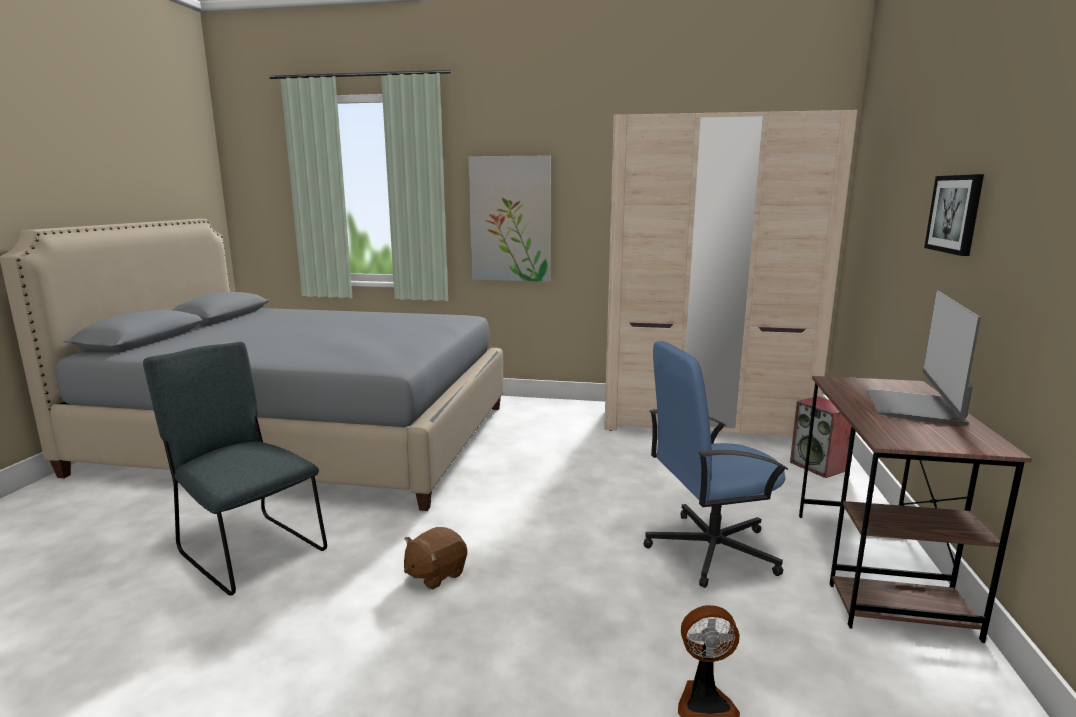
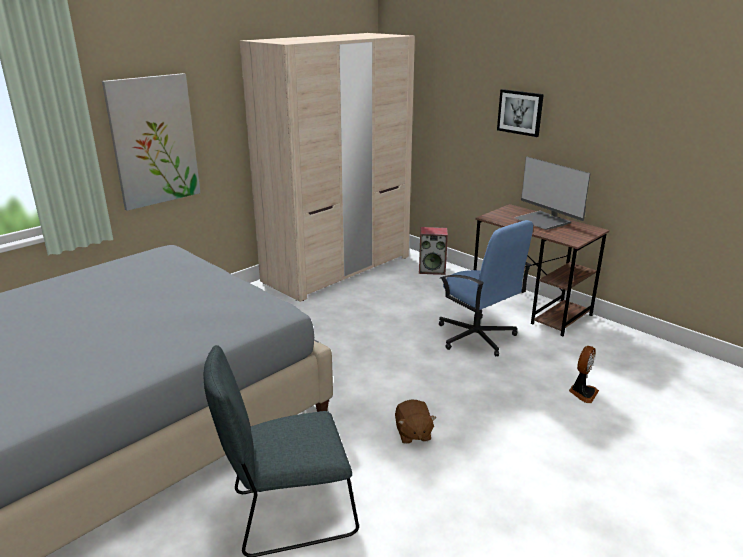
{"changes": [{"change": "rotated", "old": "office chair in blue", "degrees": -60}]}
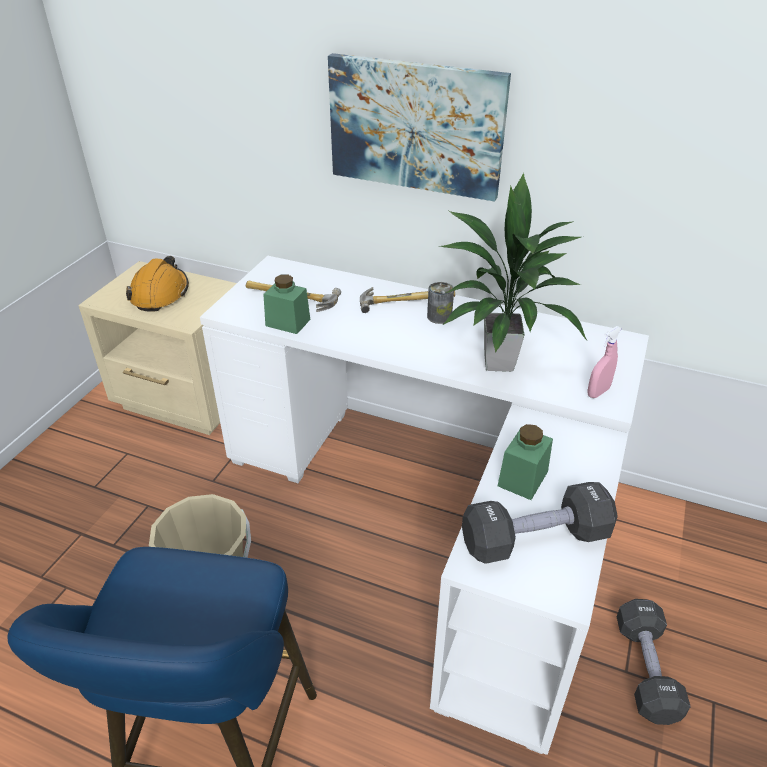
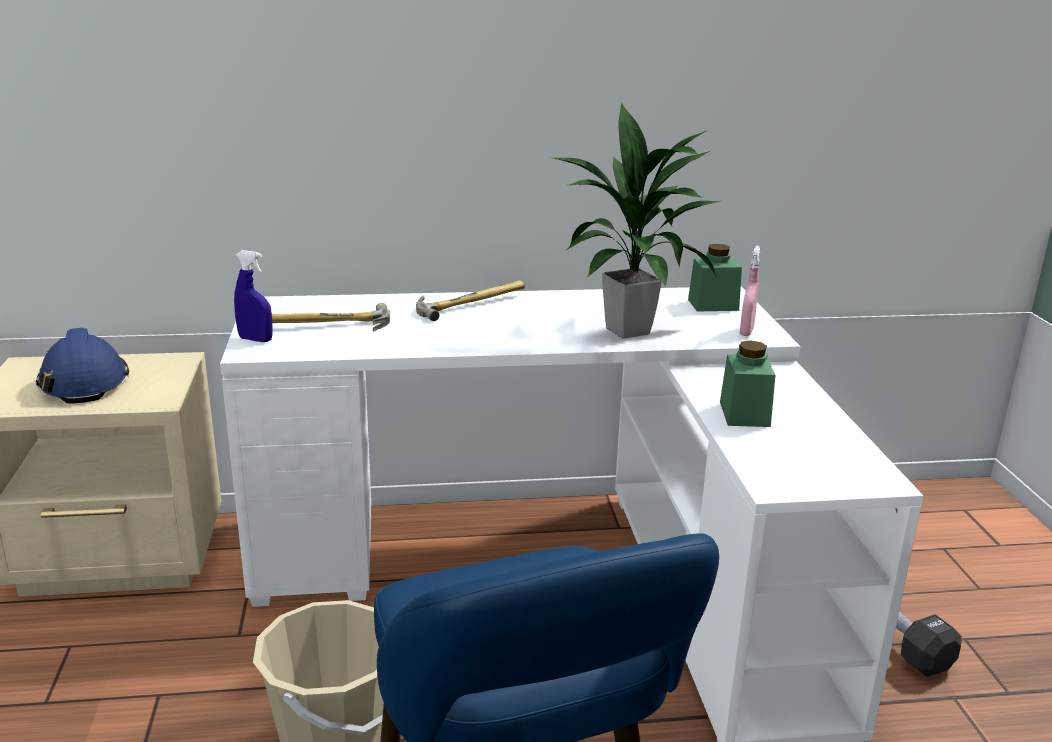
{"changes": [{"change": "repainted", "old": "hard hat in orange", "new": "hard hat in blue"}, {"change": "shifted", "old": "jar in green (no. 1 from left)"}, {"change": "gone", "old": "picture"}, {"change": "gone", "old": "can"}, {"change": "gone", "old": "dumbbell in black (no. 1 from left)"}, {"change": "new", "new": "spray bottle in blue"}]}
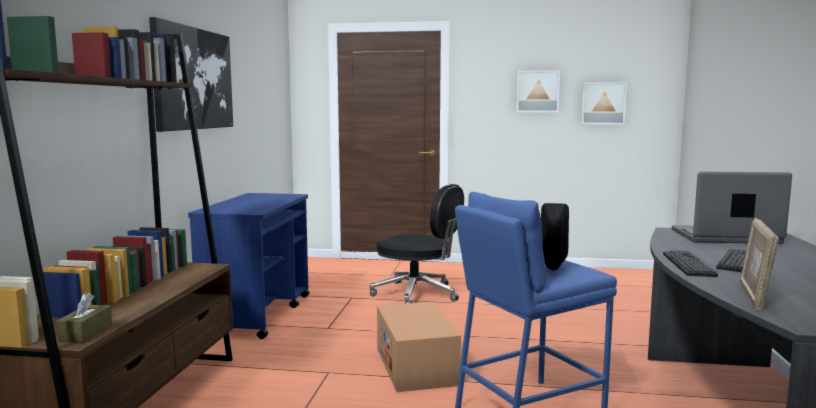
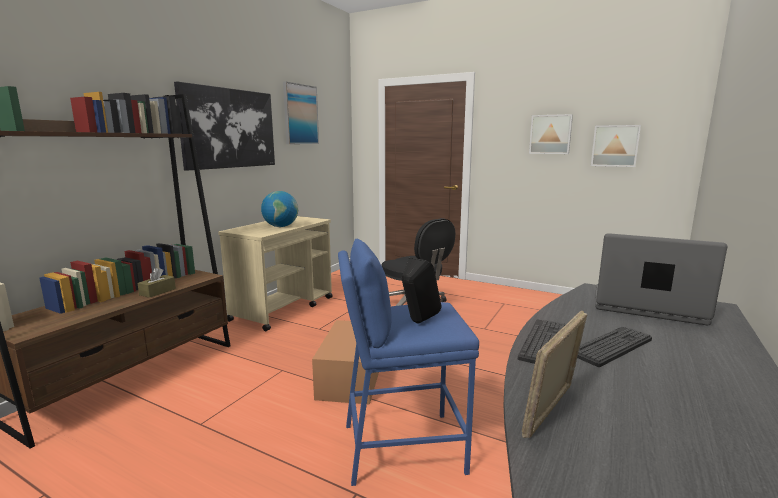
{"changes": [{"change": "shifted", "old": "tissue box in brown"}, {"change": "repainted", "old": "cart in blue", "new": "cart in beige"}, {"change": "new", "new": "globe"}, {"change": "new", "new": "picture (no. 2 from left)"}]}
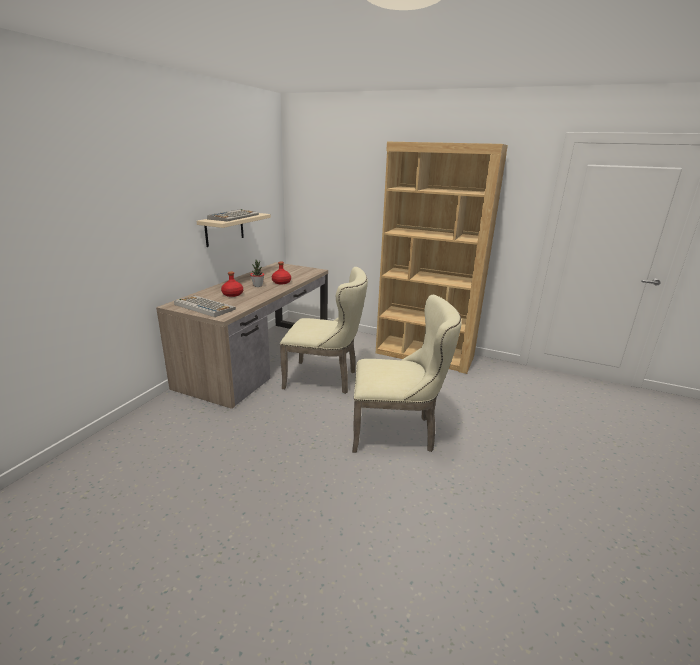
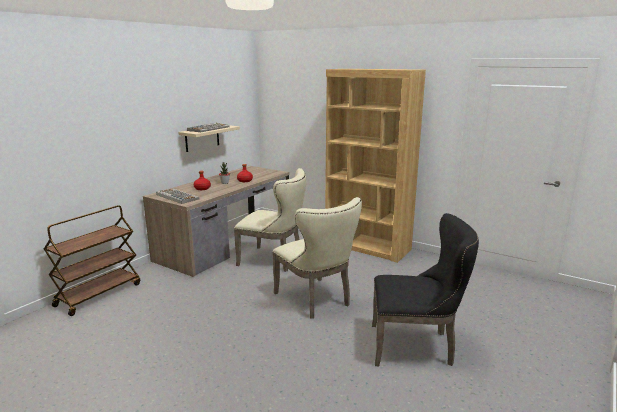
{"changes": [{"change": "rotated", "old": "chair in beige (no. 2 from left)", "degrees": 45}, {"change": "new", "new": "cart in brown"}, {"change": "new", "new": "chair in black"}]}
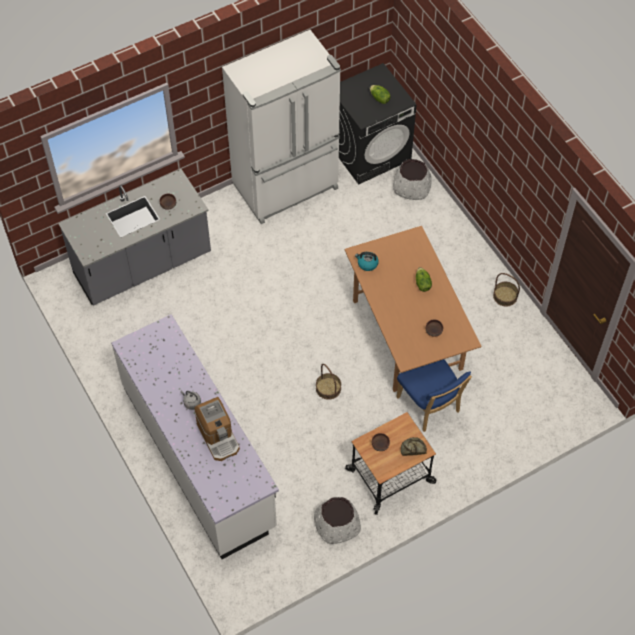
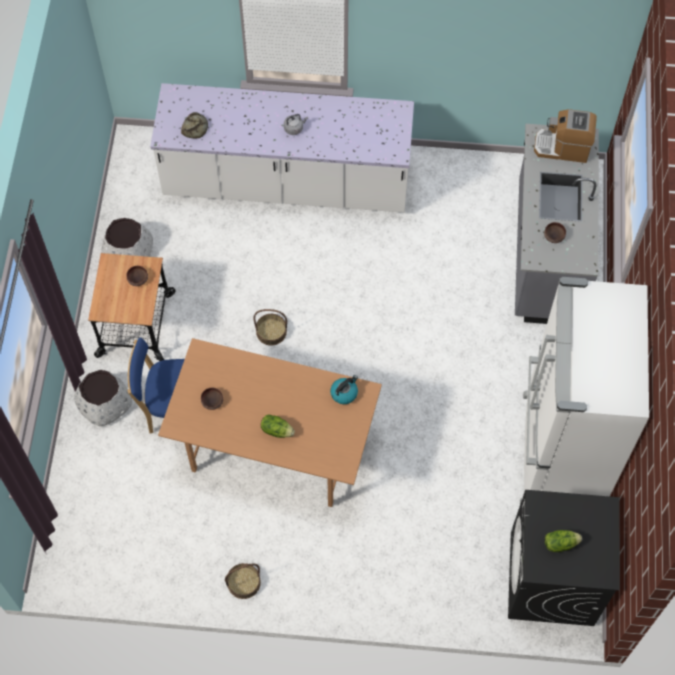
{"changes": [{"change": "shifted", "old": "coffee machine"}, {"change": "shifted", "old": "planter in white (no. 2 from left in the first image)", "new": "planter in white (no. 1 from left)"}, {"change": "shifted", "old": "bread"}]}
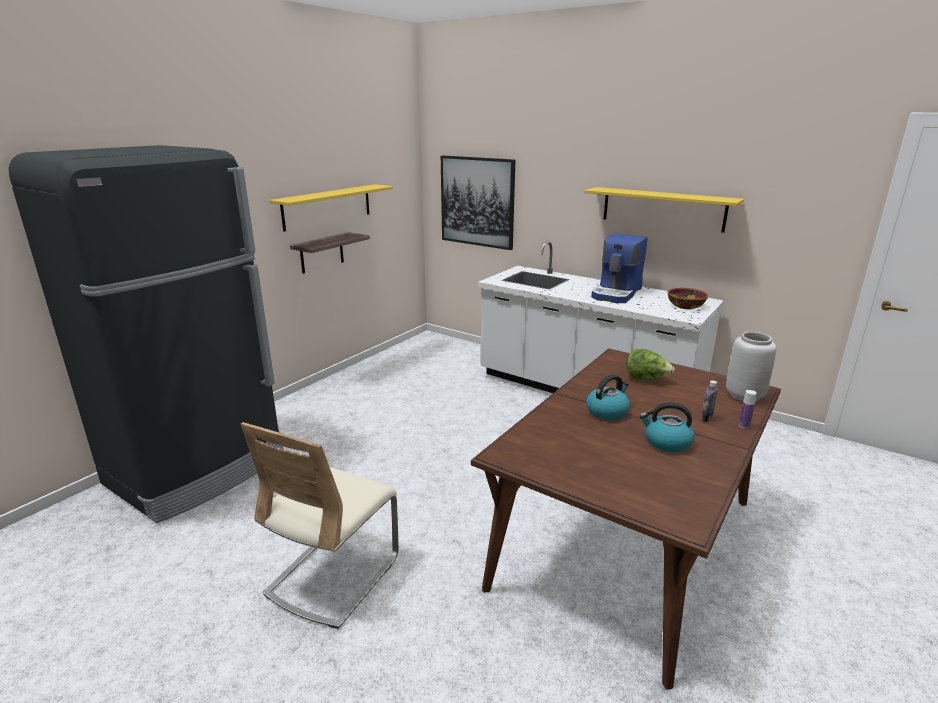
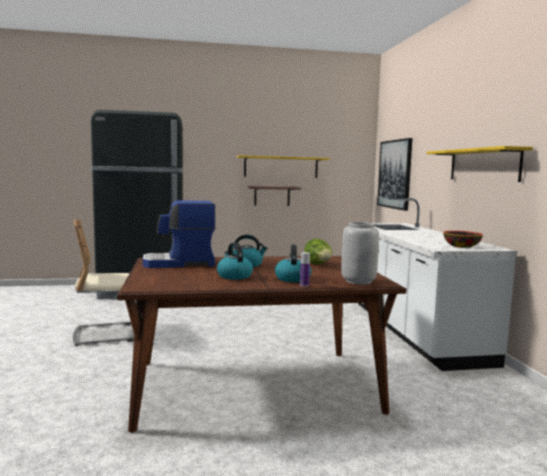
{"changes": [{"change": "shifted", "old": "coffee machine"}, {"change": "swapped", "old": "bottle (no. 1 from left)", "new": "kettle (no. 3 from left)"}]}
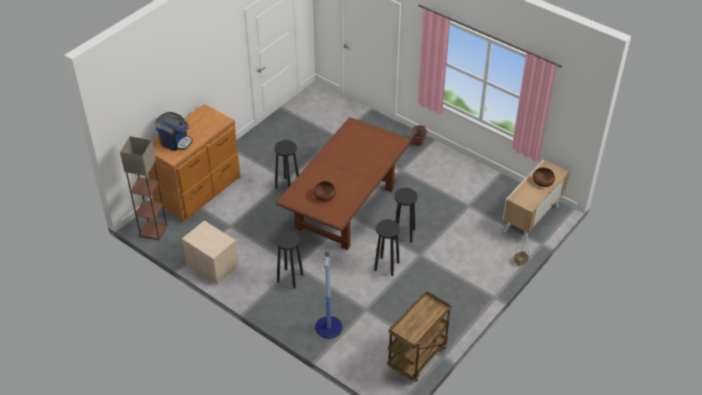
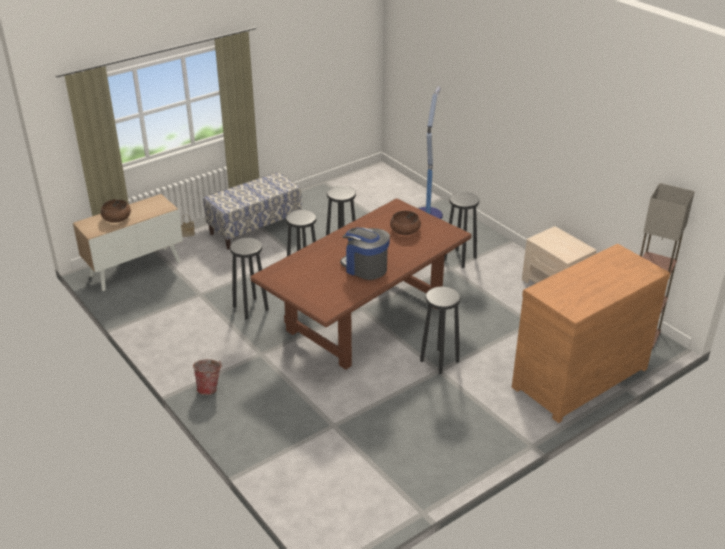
{"changes": [{"change": "shifted", "old": "coffee machine"}, {"change": "gone", "old": "cart in brown"}, {"change": "new", "new": "bench"}, {"change": "new", "new": "stool in black (no. 1 from left)"}]}
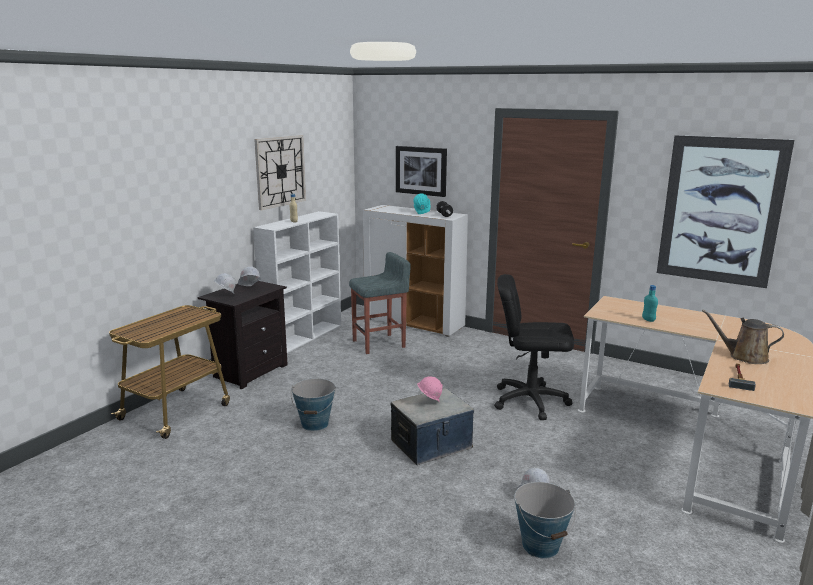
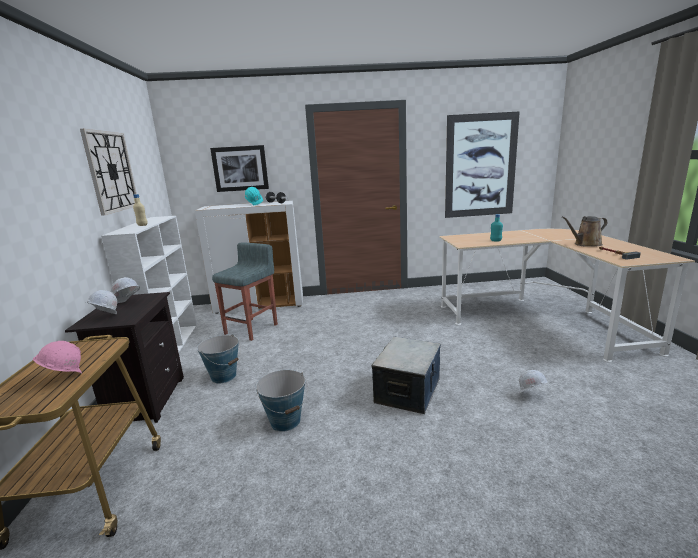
{"changes": [{"change": "shifted", "old": "hard hat in pink"}, {"change": "gone", "old": "office chair in black"}, {"change": "shifted", "old": "bucket (no. 2 from left in the first image)", "new": "bucket (no. 1 from left)"}]}
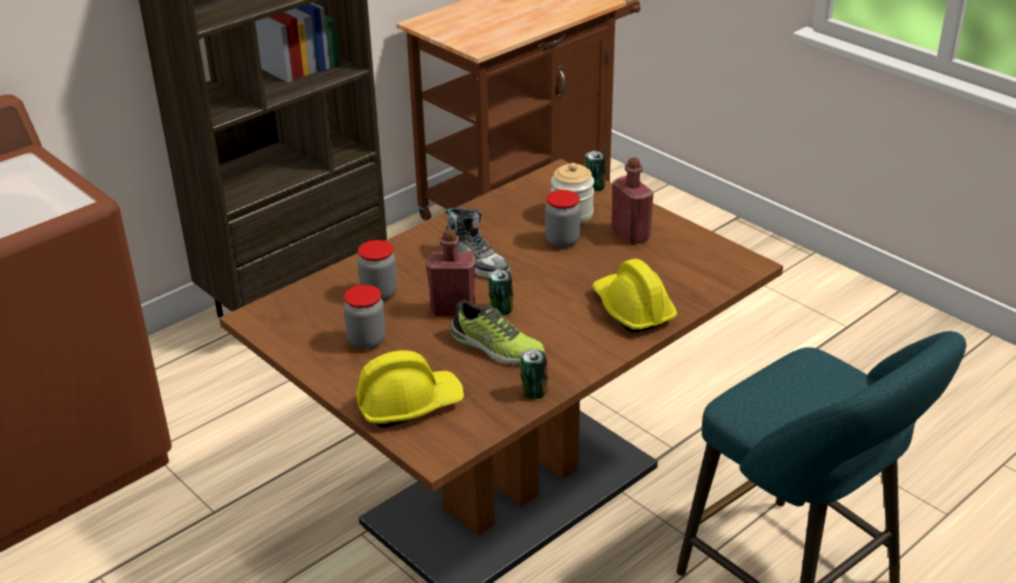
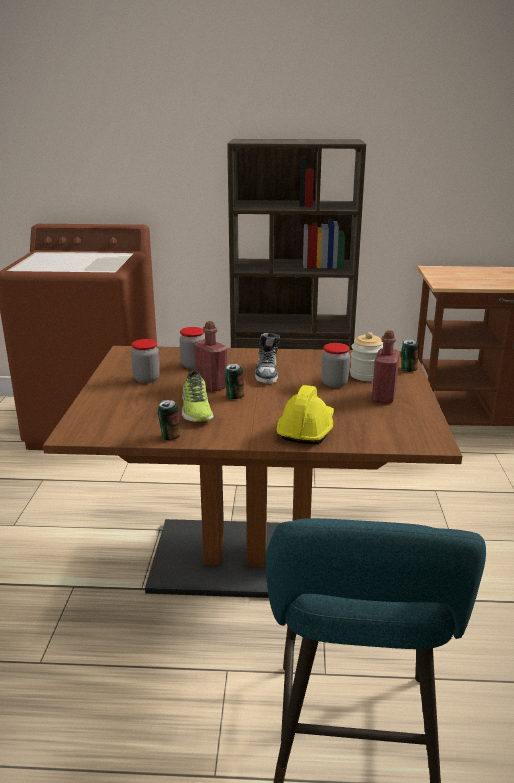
{"changes": [{"change": "gone", "old": "hard hat in yellow (no. 1 from left)"}]}
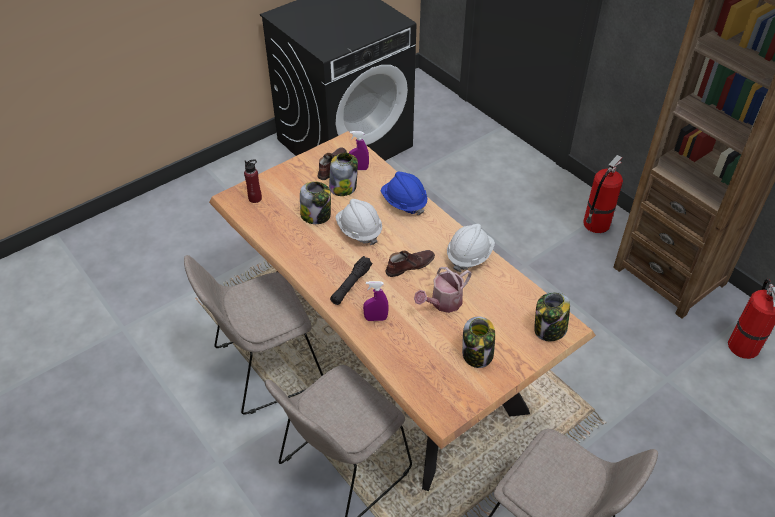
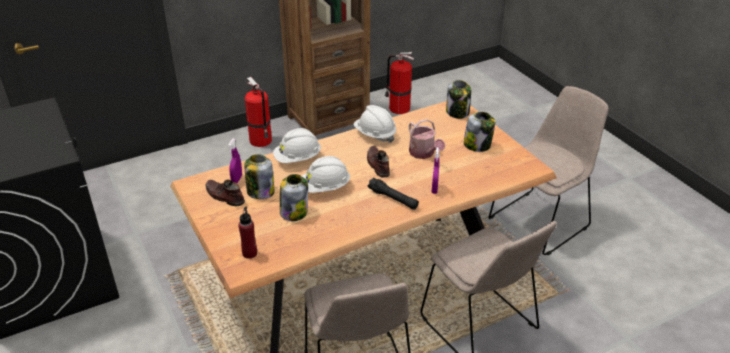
{"changes": [{"change": "repainted", "old": "hard hat in blue", "new": "hard hat in white (no. 1 from left)"}]}
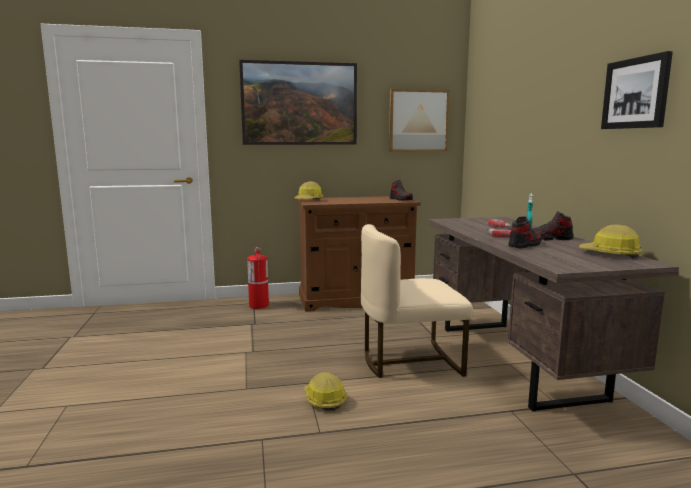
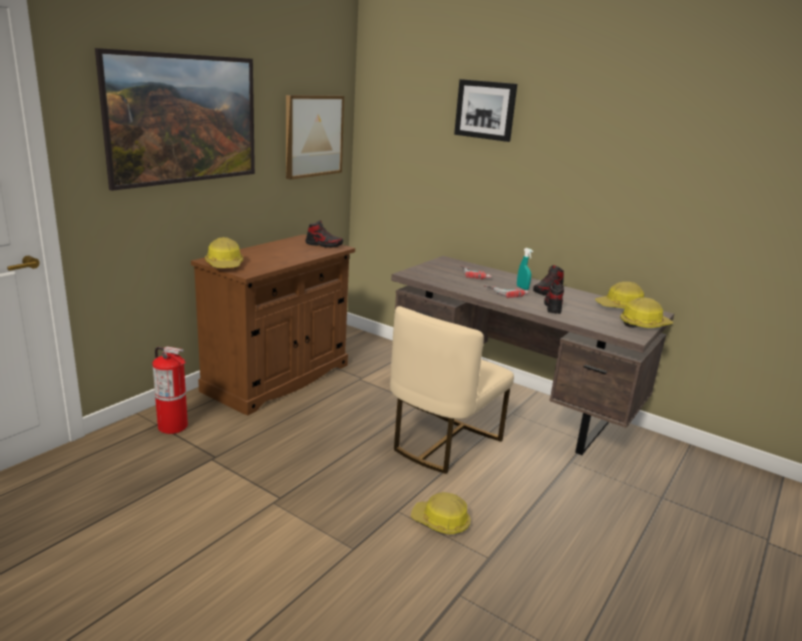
{"changes": [{"change": "shifted", "old": "picture (no. 3 from left)"}, {"change": "new", "new": "hard hat (no. 4 from left)"}]}
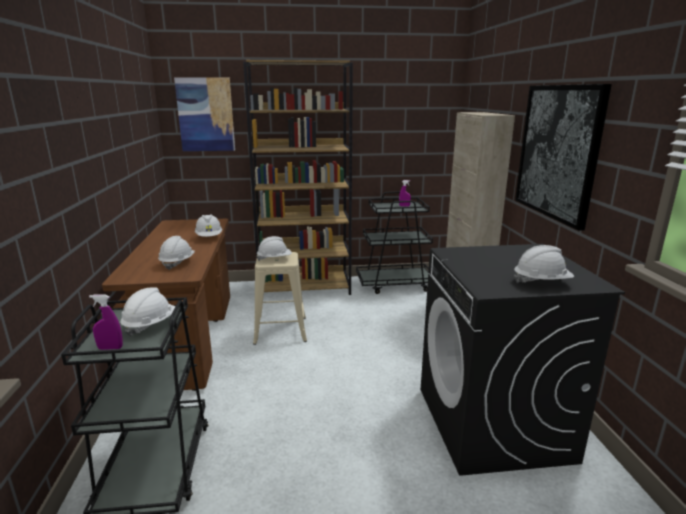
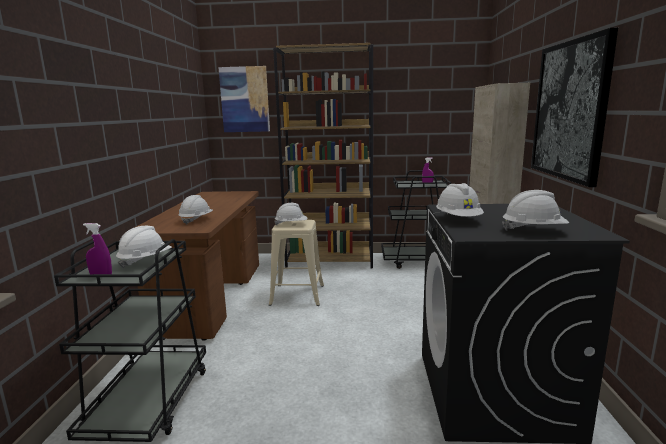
{"changes": [{"change": "shifted", "old": "hard hat in white (no. 3 from left in the first image)", "new": "hard hat in white (no. 4 from left)"}]}
